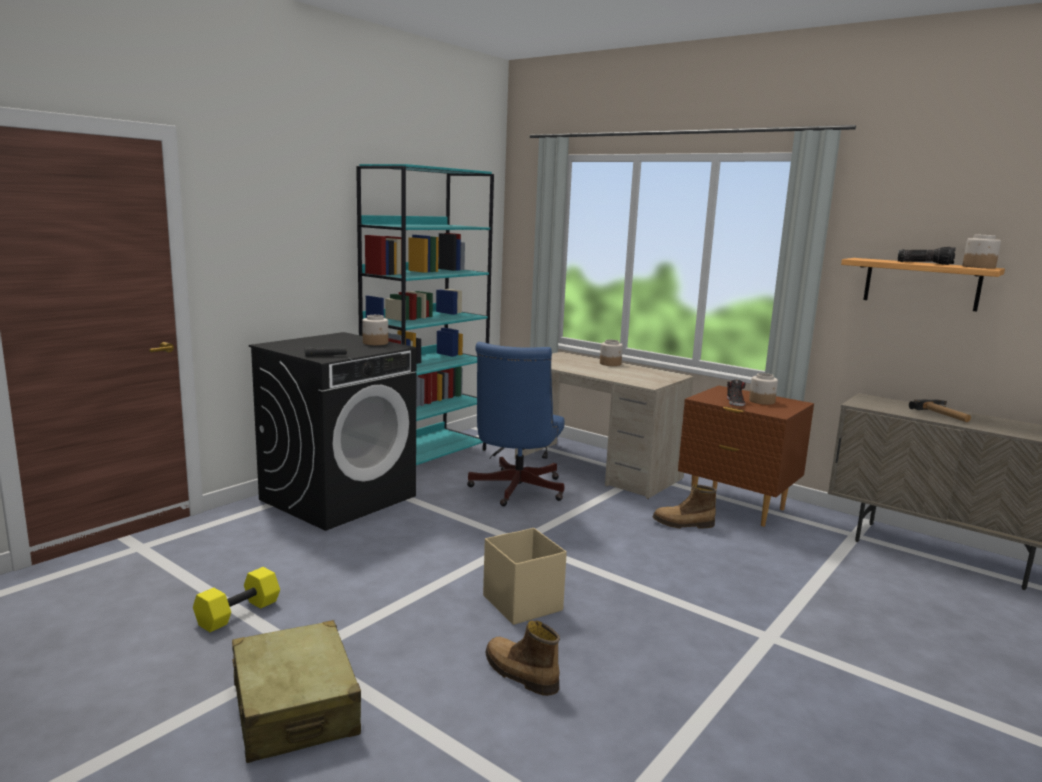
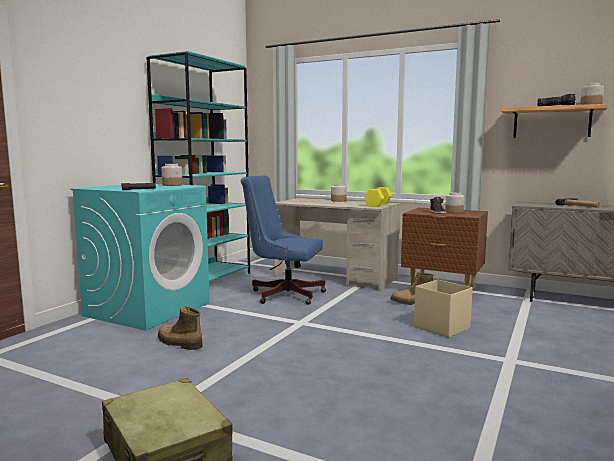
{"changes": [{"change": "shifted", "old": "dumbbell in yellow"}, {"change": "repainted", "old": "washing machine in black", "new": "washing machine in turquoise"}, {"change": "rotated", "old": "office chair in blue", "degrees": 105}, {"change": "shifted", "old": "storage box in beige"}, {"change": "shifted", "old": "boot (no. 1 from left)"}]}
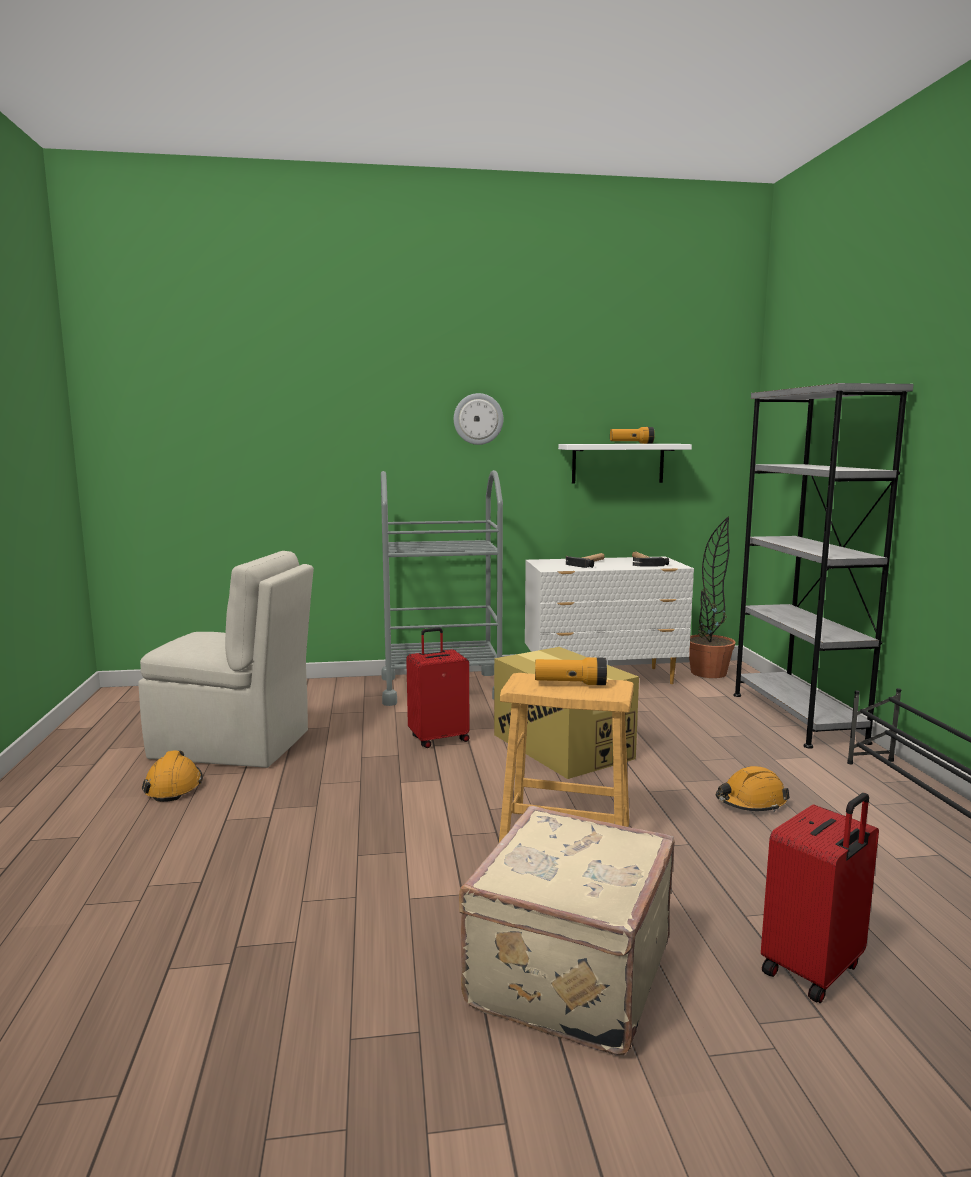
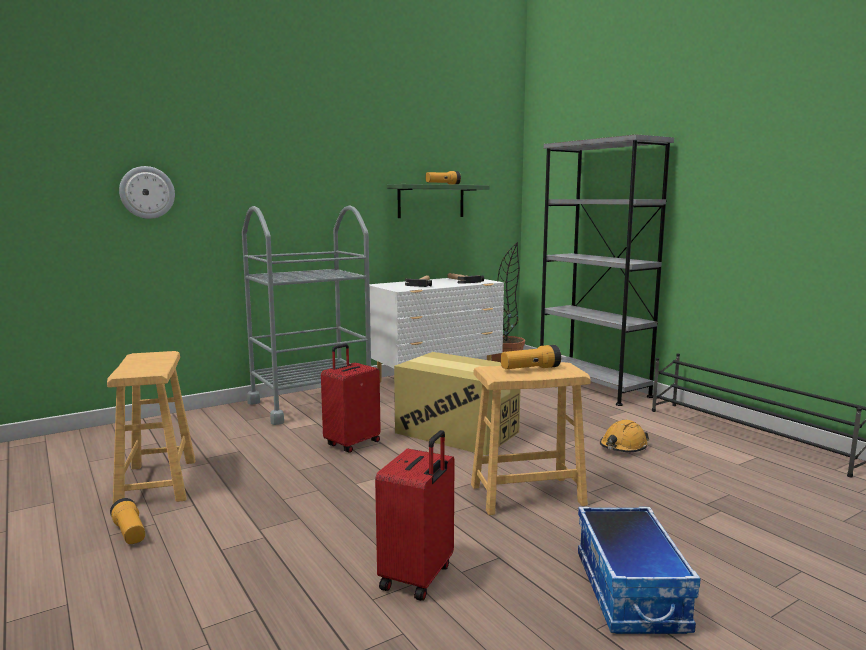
{"changes": [{"change": "swapped", "old": "chair in beige", "new": "stool in brown (no. 1 from left)"}, {"change": "swapped", "old": "hard hat in orange (no. 1 from left)", "new": "flashlight (no. 1 from left)"}, {"change": "shifted", "old": "wall clock"}, {"change": "swapped", "old": "suitcase in beige", "new": "storage box"}, {"change": "repainted", "old": "shelf in white", "new": "shelf in green"}, {"change": "shifted", "old": "suitcase in red (no. 2 from left)"}]}
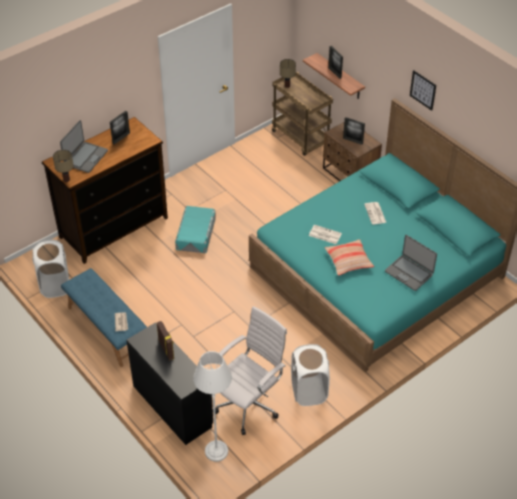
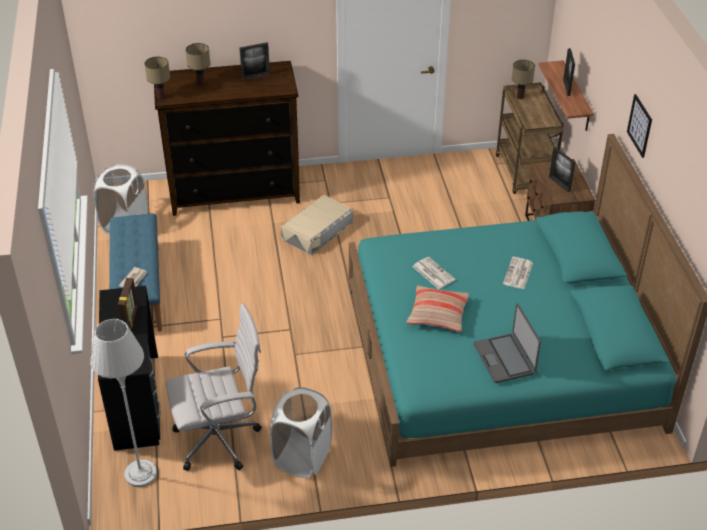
{"changes": [{"change": "swapped", "old": "laptop (no. 1 from left)", "new": "table lamp (no. 2 from left)"}, {"change": "repainted", "old": "storage box in turquoise", "new": "storage box in beige"}]}
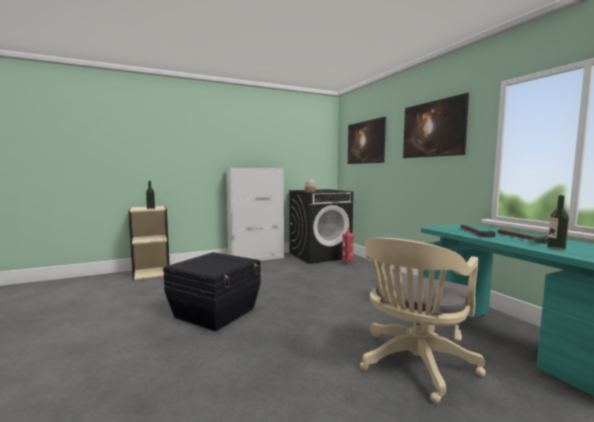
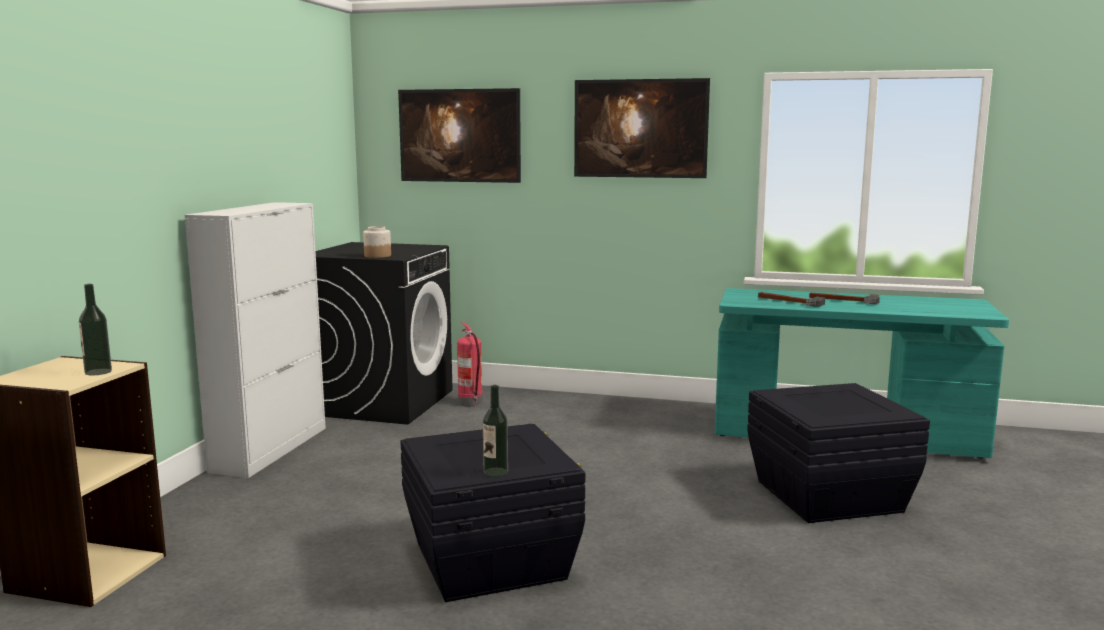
{"changes": [{"change": "swapped", "old": "office chair in beige", "new": "storage box in black (no. 2 from left)"}, {"change": "shifted", "old": "bottle (no. 2 from left)"}]}
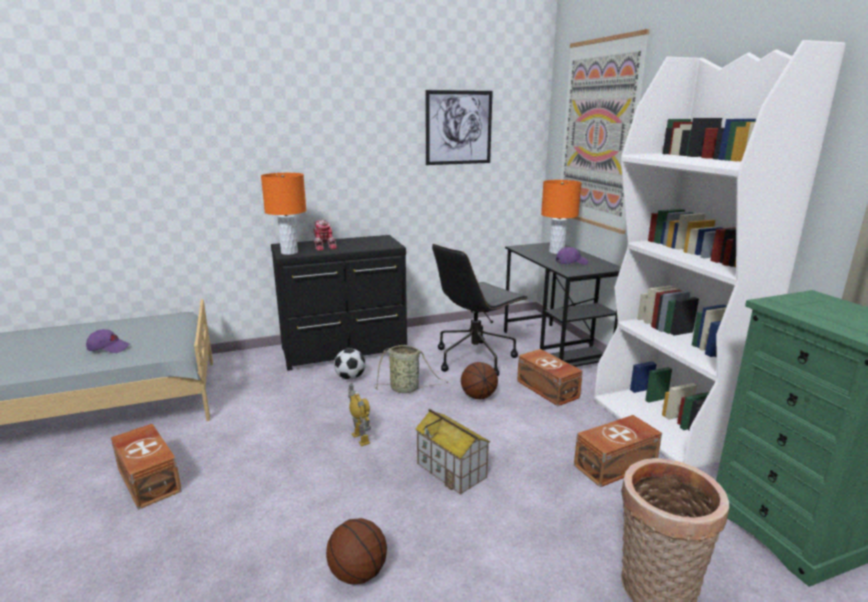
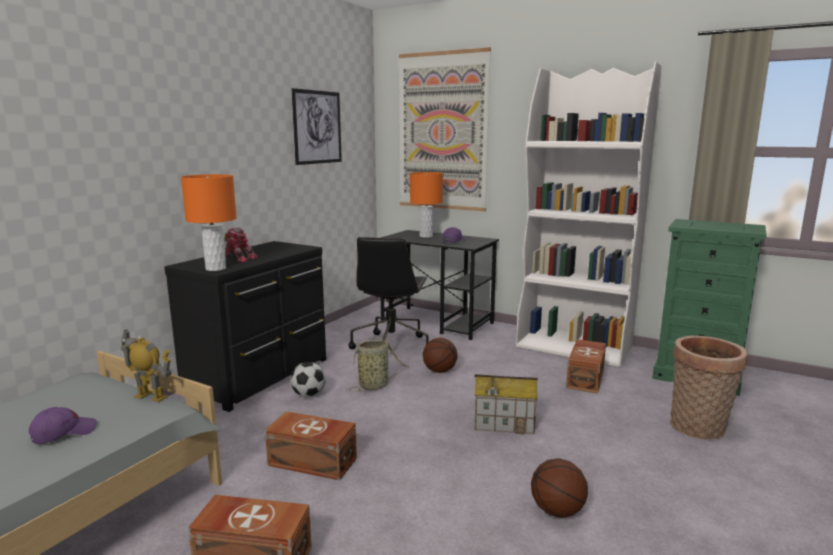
{"changes": [{"change": "shifted", "old": "toy robot (no. 2 from left in the first image)", "new": "toy robot (no. 1 from left)"}, {"change": "shifted", "old": "storage box in brown (no. 2 from left)"}]}
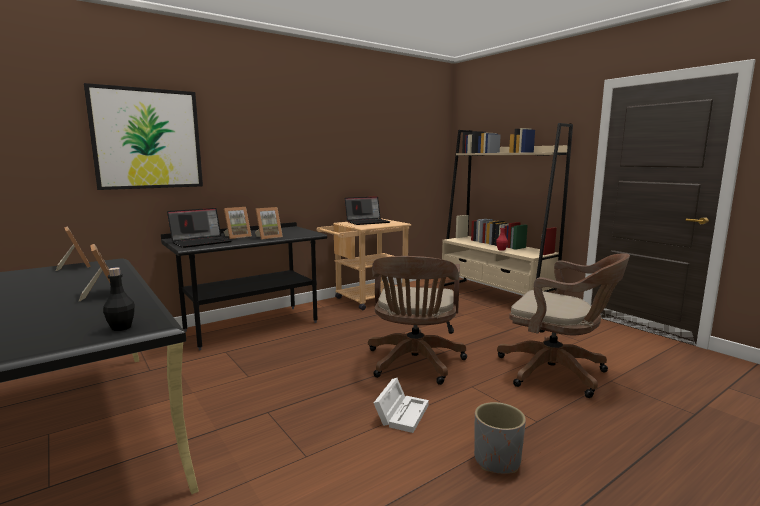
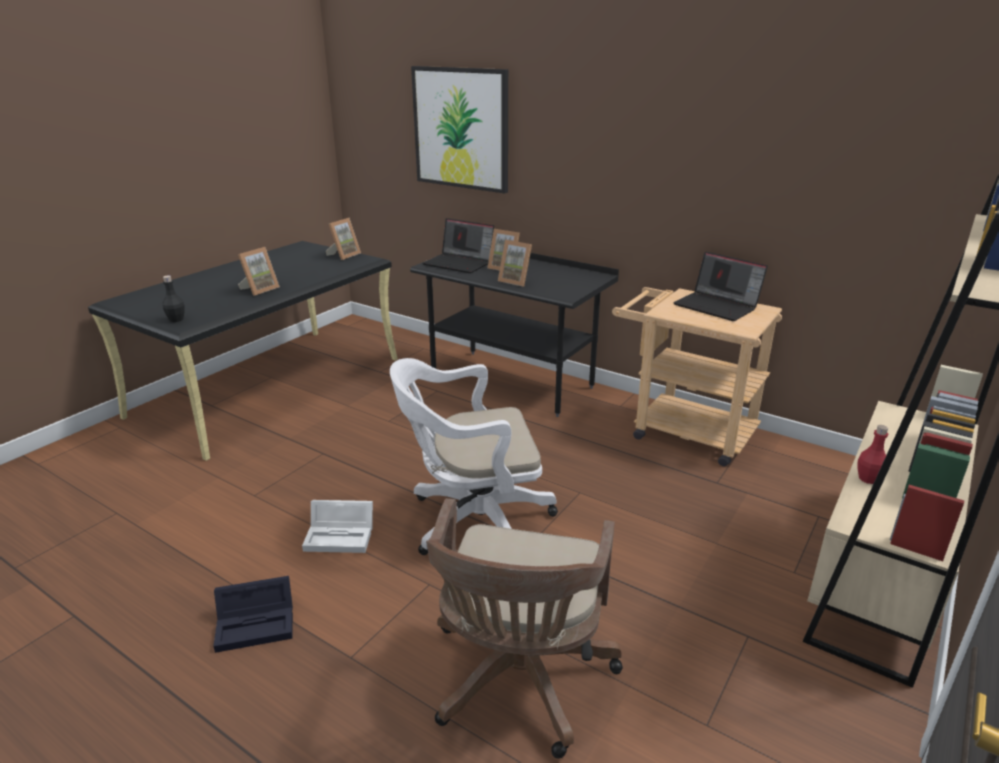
{"changes": [{"change": "repainted", "old": "office chair in brown (no. 1 from left)", "new": "office chair in white"}, {"change": "swapped", "old": "planter in grey", "new": "storage box in black"}]}
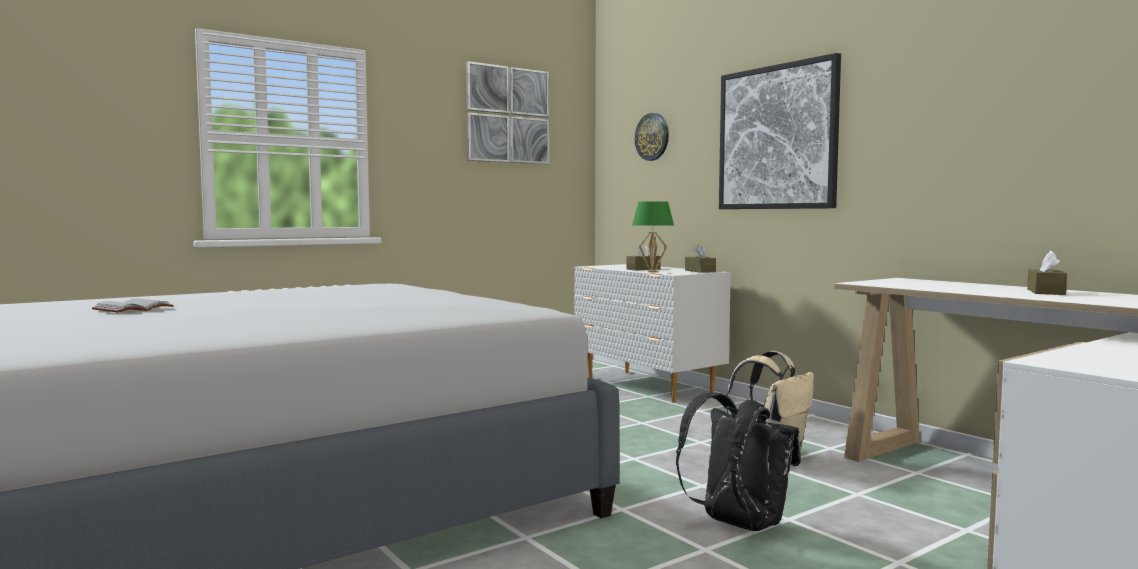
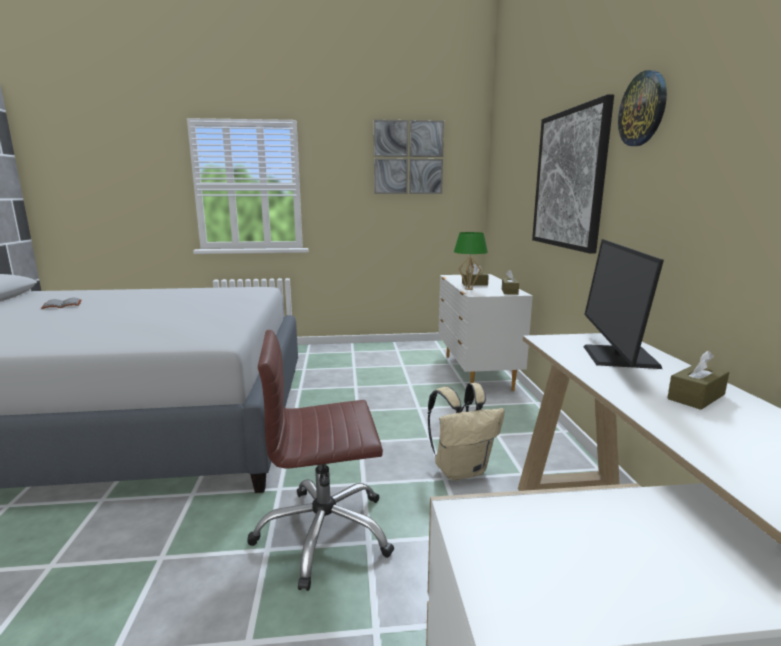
{"changes": [{"change": "shifted", "old": "wall clock"}, {"change": "swapped", "old": "backpack in black", "new": "office chair in brown"}, {"change": "new", "new": "monitor"}]}
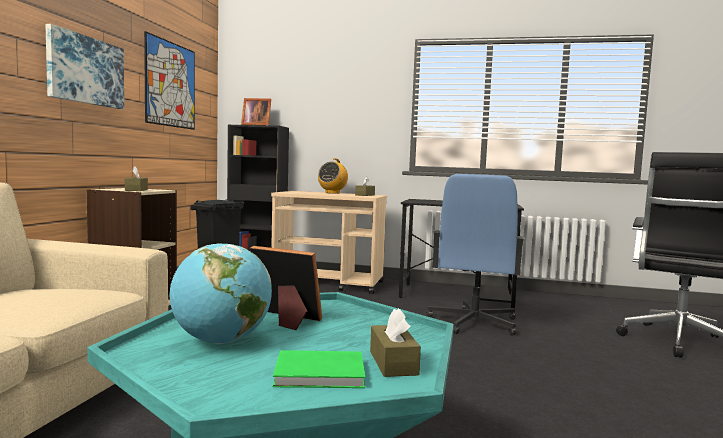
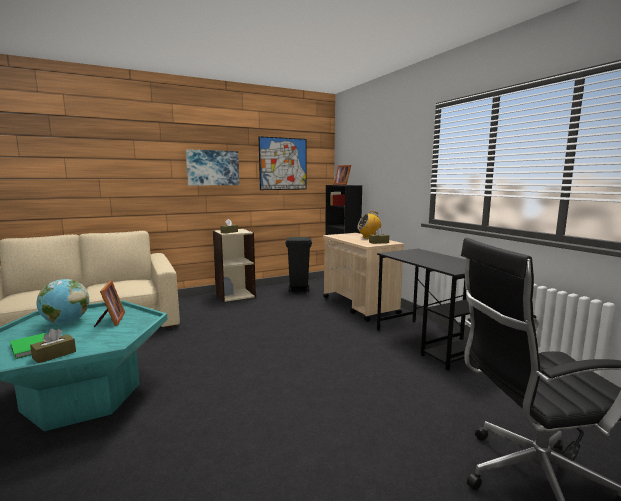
{"changes": [{"change": "gone", "old": "office chair in blue"}]}
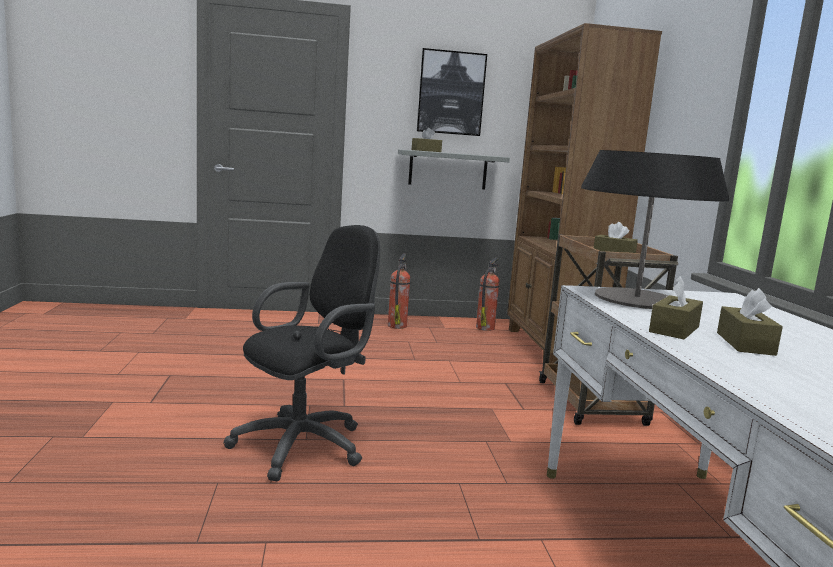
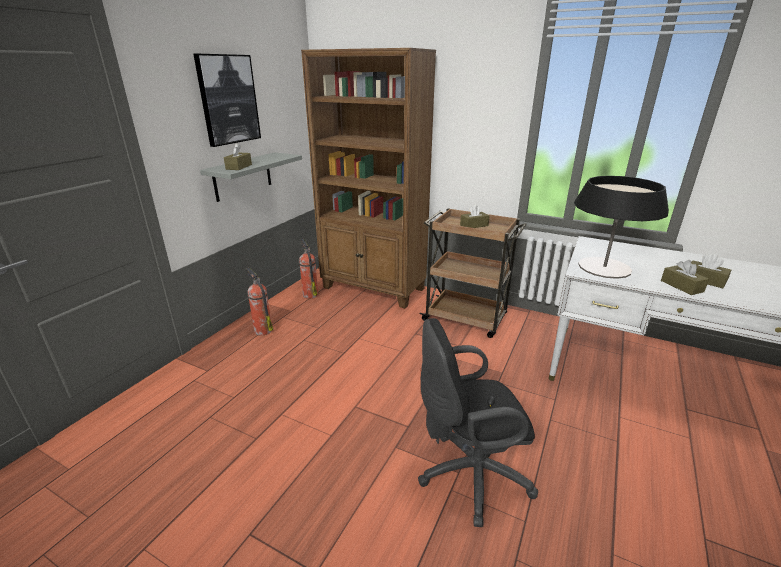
{"changes": [{"change": "rotated", "old": "office chair in black", "degrees": -90}]}
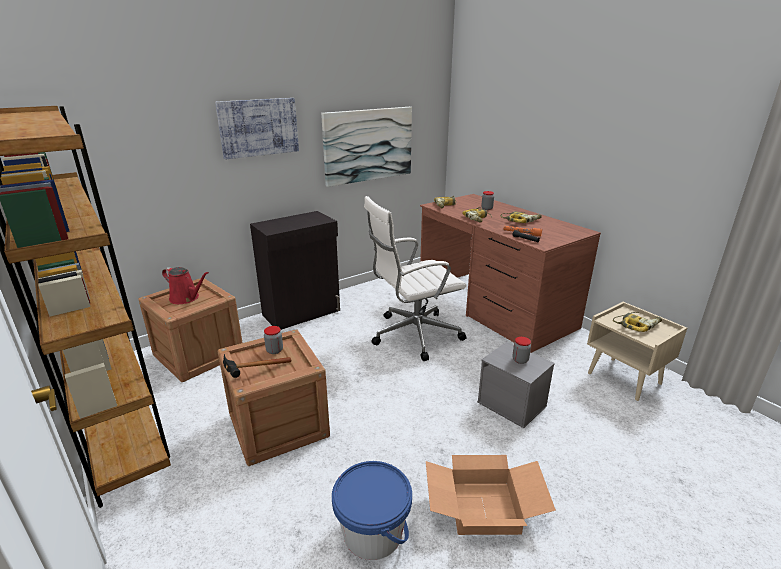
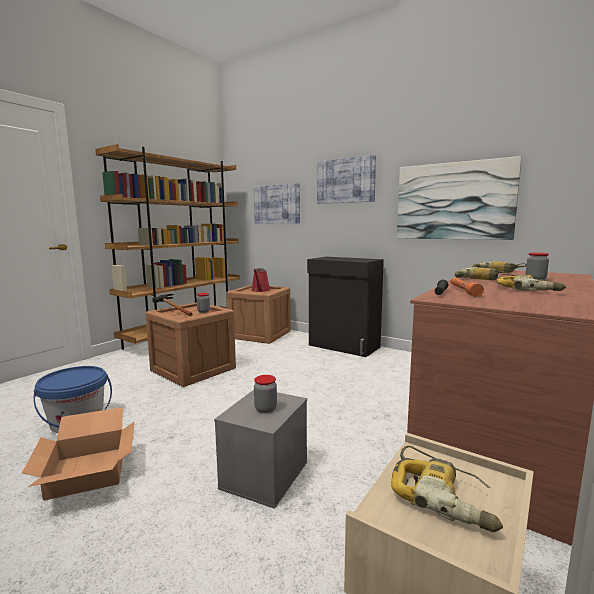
{"changes": [{"change": "gone", "old": "office chair in white"}, {"change": "new", "new": "picture (no. 1 from left)"}]}
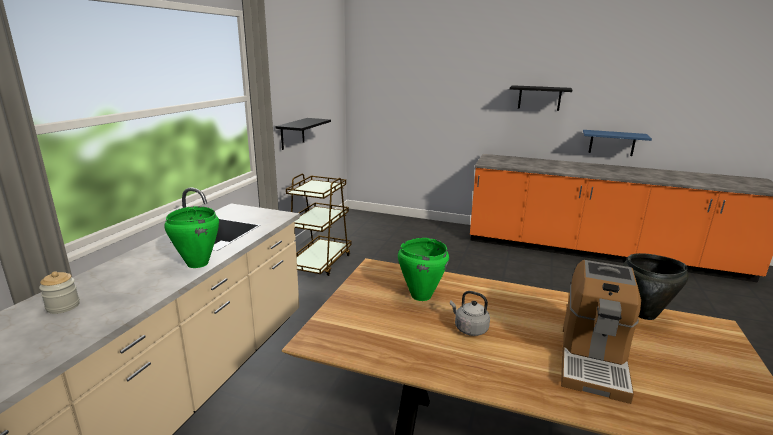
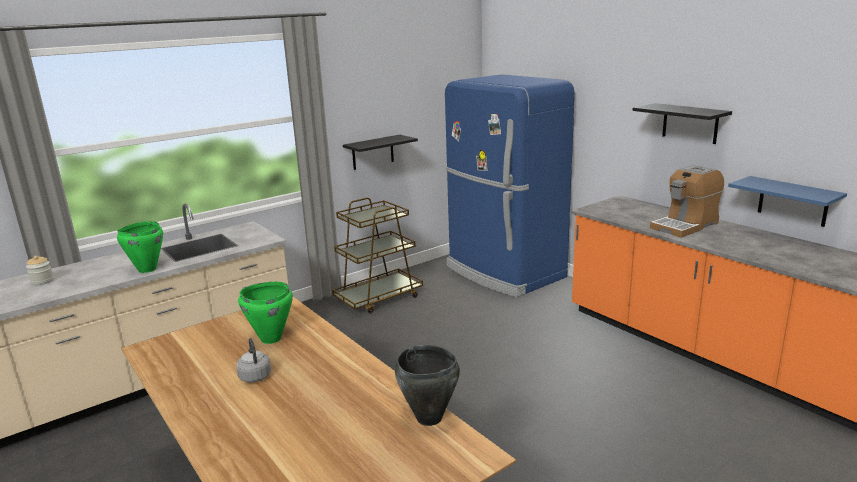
{"changes": [{"change": "shifted", "old": "coffee machine"}, {"change": "new", "new": "fridge in blue"}]}
